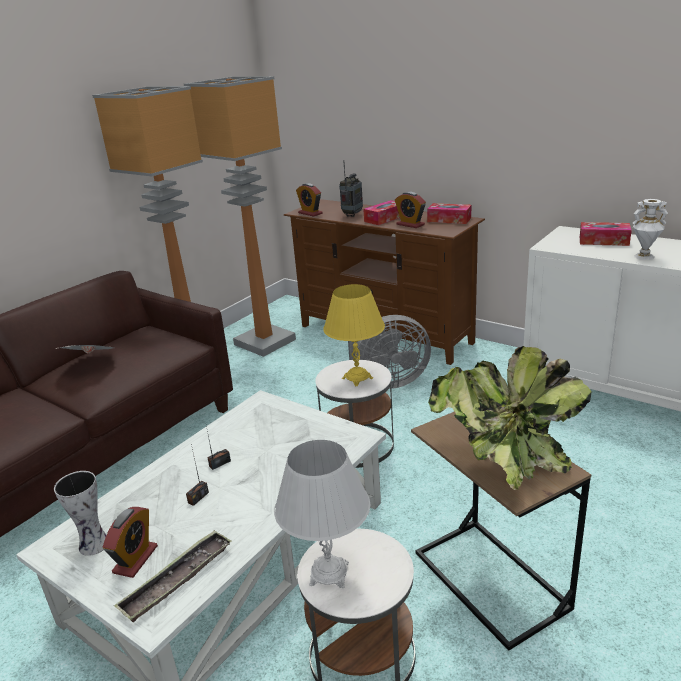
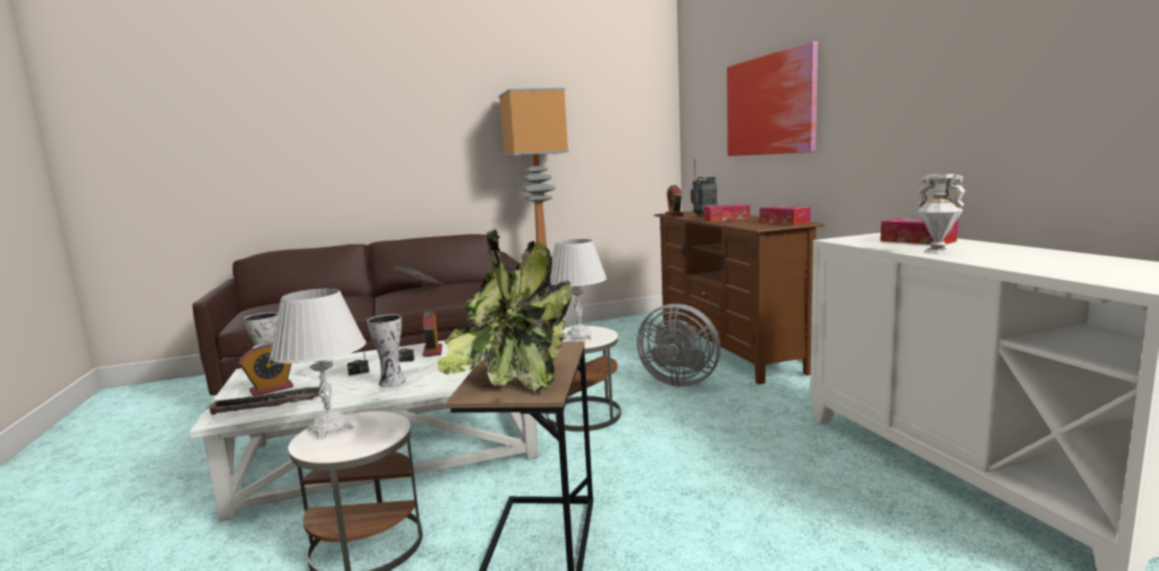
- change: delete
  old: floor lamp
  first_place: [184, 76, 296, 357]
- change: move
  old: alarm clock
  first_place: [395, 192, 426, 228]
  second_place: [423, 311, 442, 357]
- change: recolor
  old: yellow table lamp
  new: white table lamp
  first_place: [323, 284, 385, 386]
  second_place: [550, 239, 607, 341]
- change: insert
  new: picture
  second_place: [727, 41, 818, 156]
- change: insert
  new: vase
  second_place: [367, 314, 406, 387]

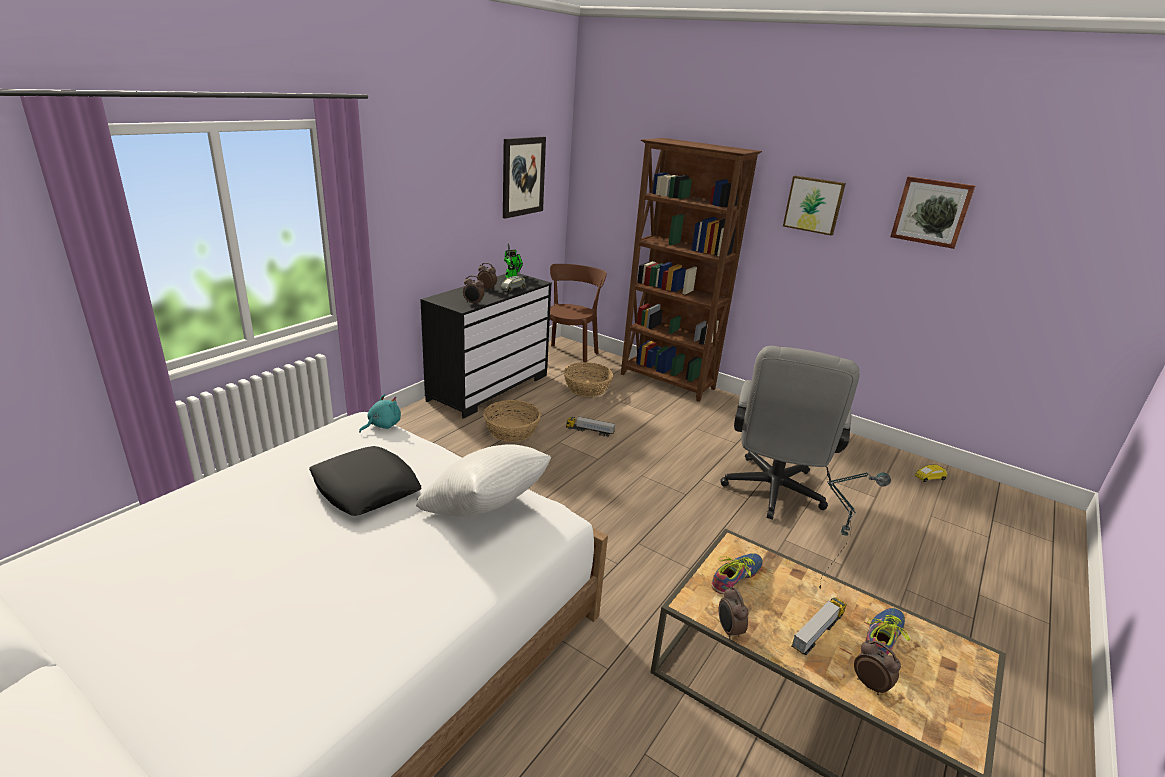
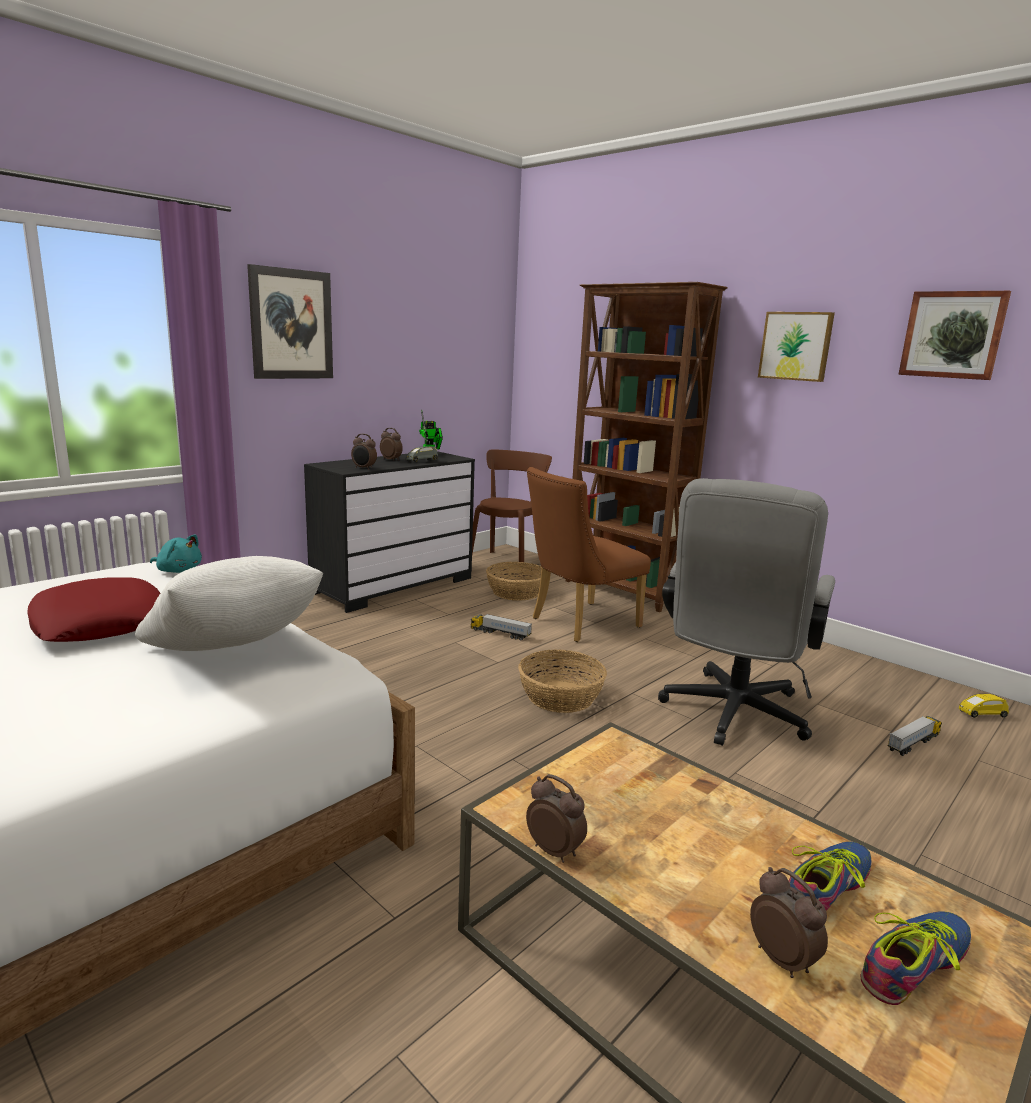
- change: move
  old: picture
  first_place: [503, 137, 546, 219]
  second_place: [247, 264, 333, 379]
- change: rotate
  old: turquoise plush toy
  first_place: [359, 394, 401, 433]
  second_place: [150, 534, 202, 573]
  degrees: 60
- change: move
  old: basket
  first_place: [483, 400, 541, 442]
  second_place: [518, 649, 607, 713]
- change: recolor
  old: black pillow
  new: red pillow
  first_place: [309, 446, 422, 516]
  second_place: [28, 577, 161, 642]
- change: delete
  old: table lamp
  first_place: [819, 472, 891, 588]
- change: move
  old: shoe
  first_place: [711, 553, 763, 594]
  second_place: [860, 911, 971, 1005]
- change: rotate
  old: alarm clock
  first_place: [719, 586, 749, 640]
  second_place: [526, 774, 587, 863]
  degrees: 135
- change: move
  old: toy truck
  first_place: [791, 597, 847, 655]
  second_place: [887, 716, 942, 756]
- change: insert
  new: brown chair
  second_place: [527, 467, 651, 642]

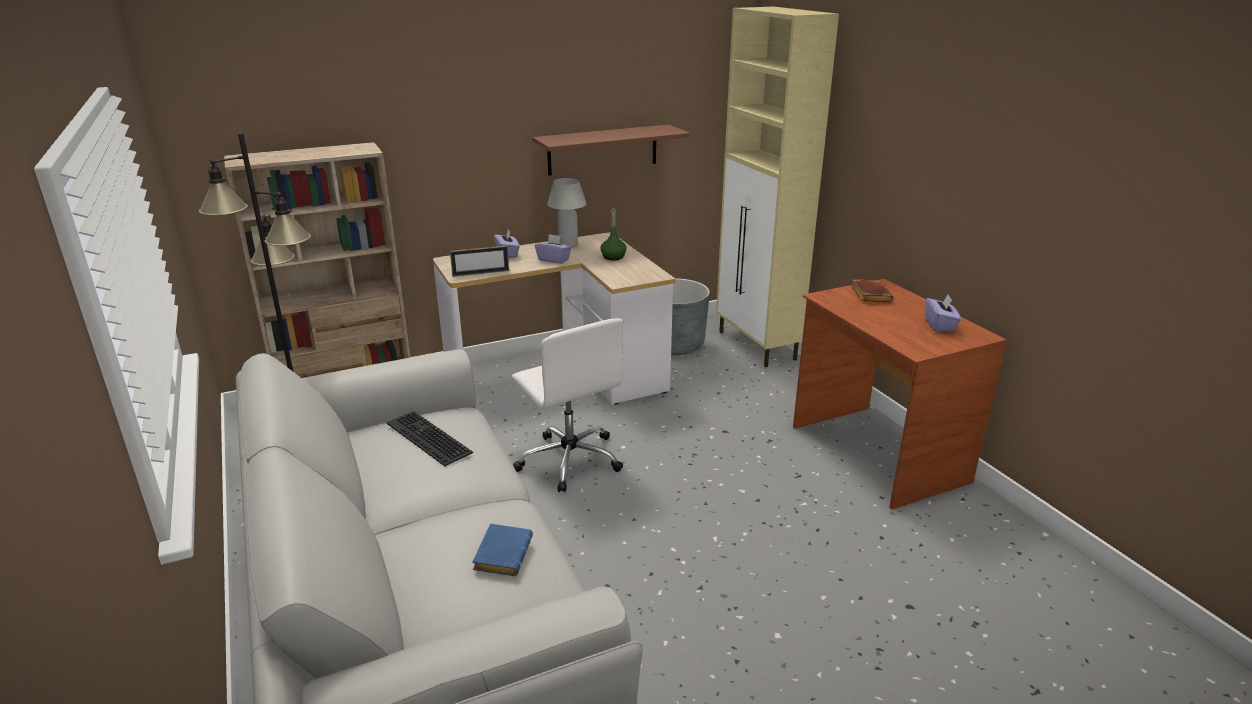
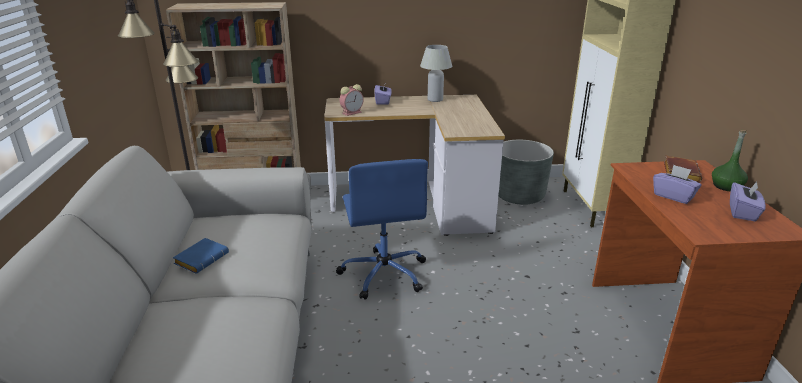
- change: delete
  old: brown shelf
  first_place: [532, 124, 690, 176]
- change: move
  old: green bottle
  first_place: [600, 208, 627, 260]
  second_place: [712, 130, 748, 192]
- change: move
  old: purple tissue box
  first_place: [535, 234, 572, 264]
  second_place: [653, 165, 702, 204]
- change: replace
  old: picture frame
  new: alarm clock
  first_place: [450, 246, 509, 277]
  second_place: [340, 84, 364, 116]
- change: recolor
  old: white office chair
  new: blue office chair
  first_place: [511, 318, 623, 492]
  second_place: [336, 159, 428, 300]
- change: delete
  old: keyboard
  first_place: [386, 411, 473, 466]
- change: move
  old: blue book
  first_place: [472, 524, 533, 576]
  second_place: [173, 238, 229, 274]

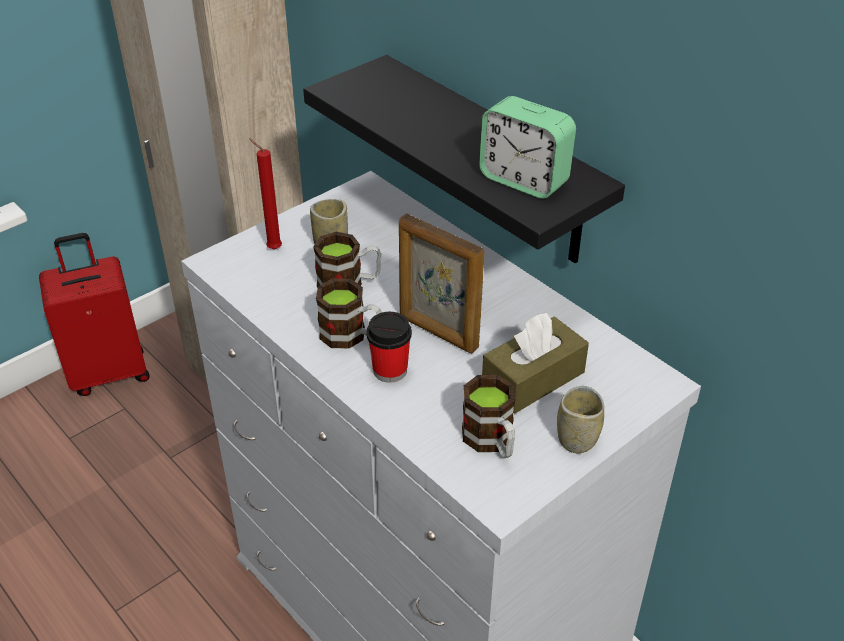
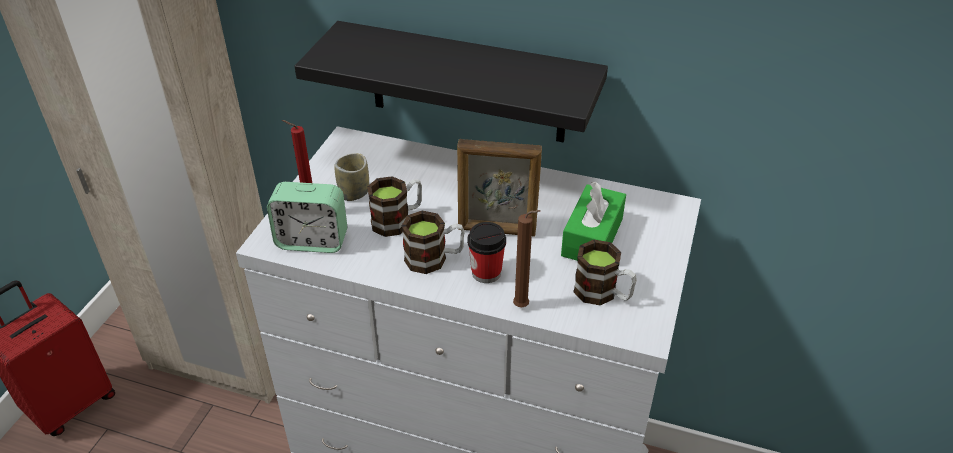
- change: move
  old: alarm clock
  first_place: [479, 96, 576, 199]
  second_place: [267, 182, 347, 253]
- change: recolor
  old: brown tissue box
  new: green tissue box
  first_place: [482, 313, 589, 413]
  second_place: [561, 181, 626, 261]
- change: delete
  old: cup
  first_place: [557, 386, 604, 453]
- change: insert
  new: brown candle
  second_place: [513, 210, 540, 307]

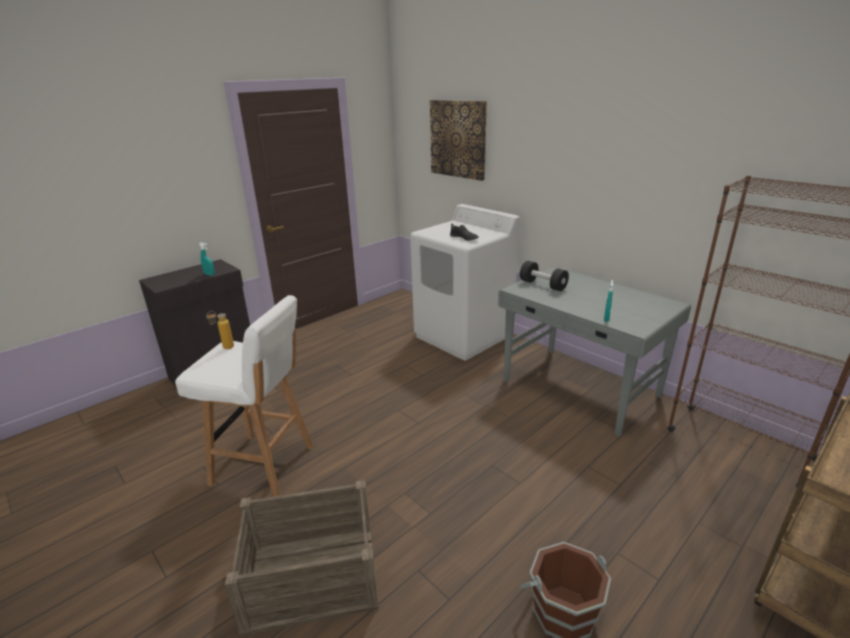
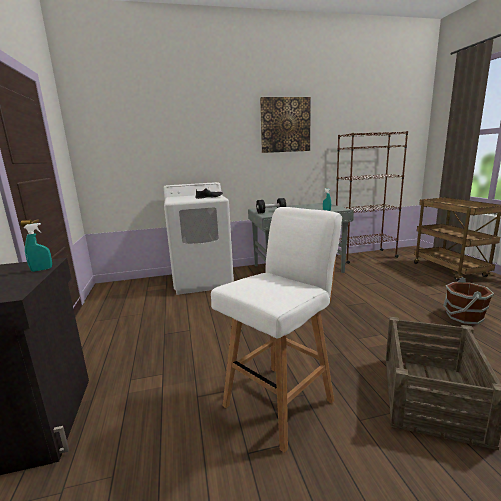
- change: move
  old: picture
  first_place: [430, 100, 487, 181]
  second_place: [260, 97, 311, 153]
- change: delete
  old: bottle
  first_place: [207, 311, 234, 349]

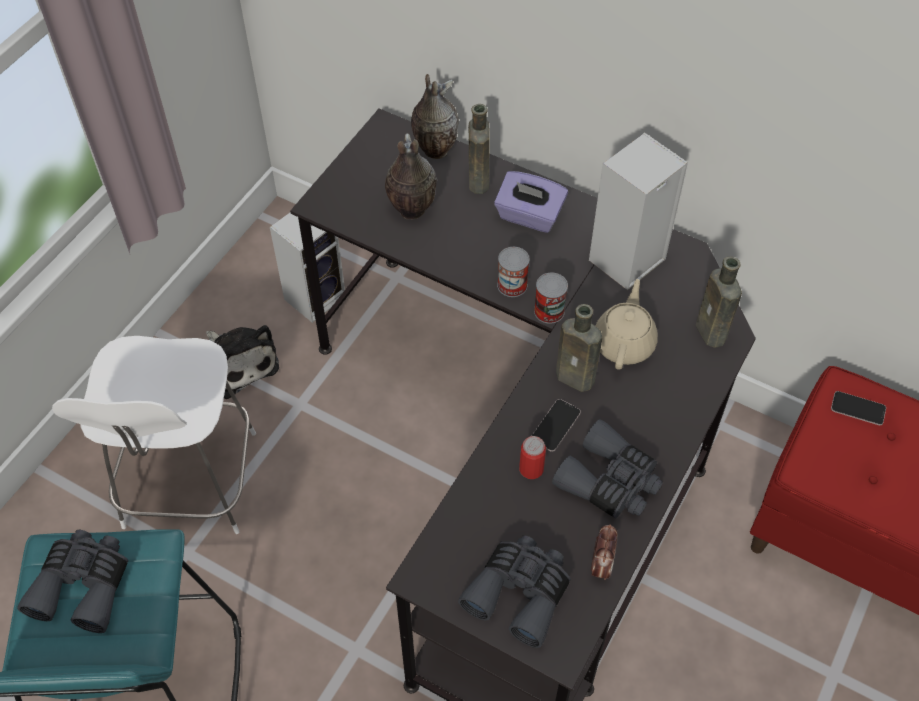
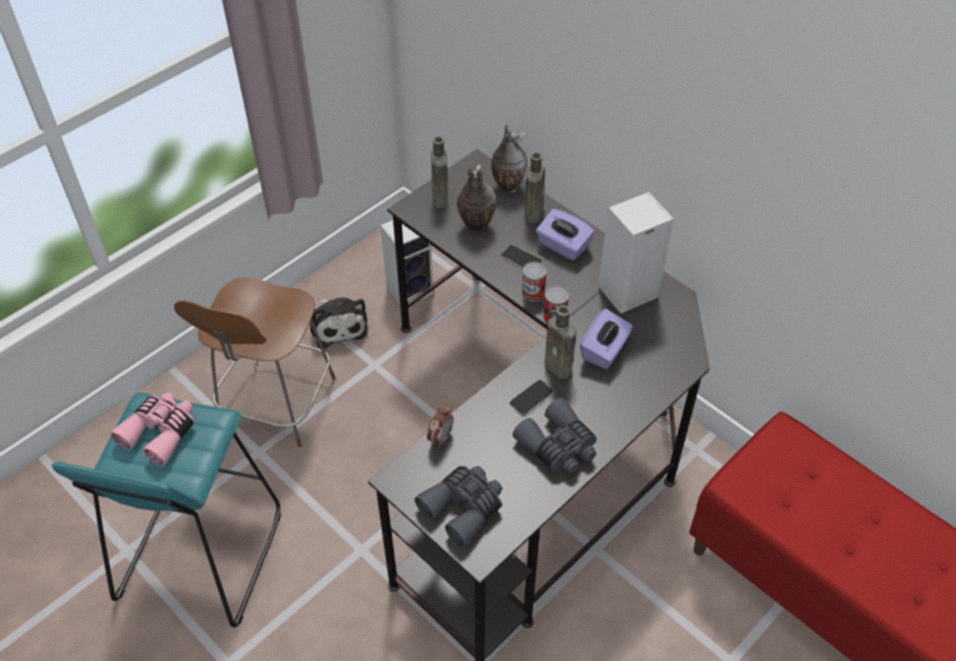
- change: move
  old: brown bottle
  first_place: [696, 256, 742, 348]
  second_place: [431, 136, 448, 208]
- change: replace
  old: beige teapot
  new: purple tissue box
  first_place: [596, 279, 658, 370]
  second_place: [580, 309, 633, 369]
- change: recolor
  old: white chair
  new: brown chair
  first_place: [52, 336, 256, 534]
  second_place: [174, 277, 336, 447]
- change: move
  old: phone
  first_place: [831, 391, 886, 425]
  second_place: [501, 244, 542, 268]
- change: delete
  old: can
  first_place: [519, 436, 546, 479]
- change: move
  old: alarm clock
  first_place: [591, 525, 618, 580]
  second_place: [427, 404, 453, 448]
- change: recolor
  old: grey binoculars
  new: pink binoculars
  first_place: [17, 530, 128, 633]
  second_place: [110, 392, 195, 466]

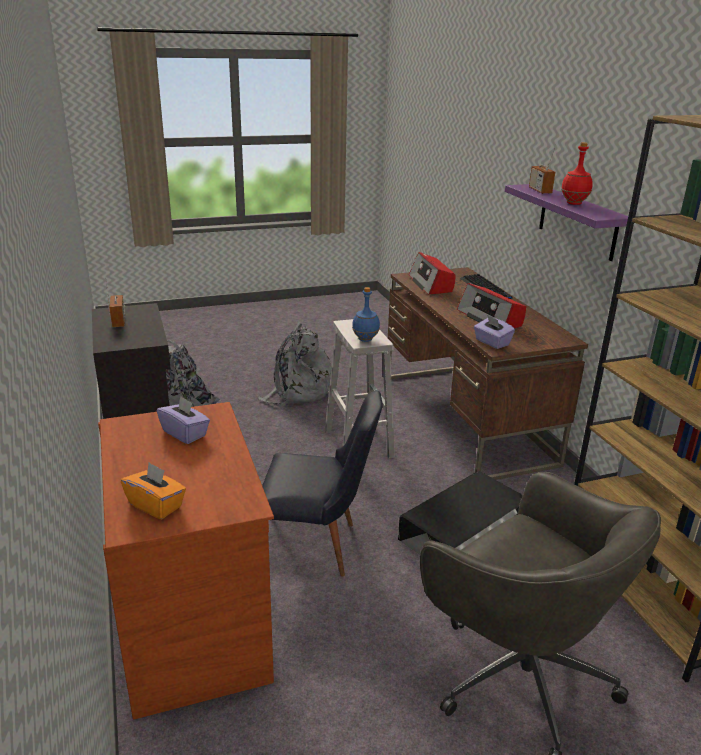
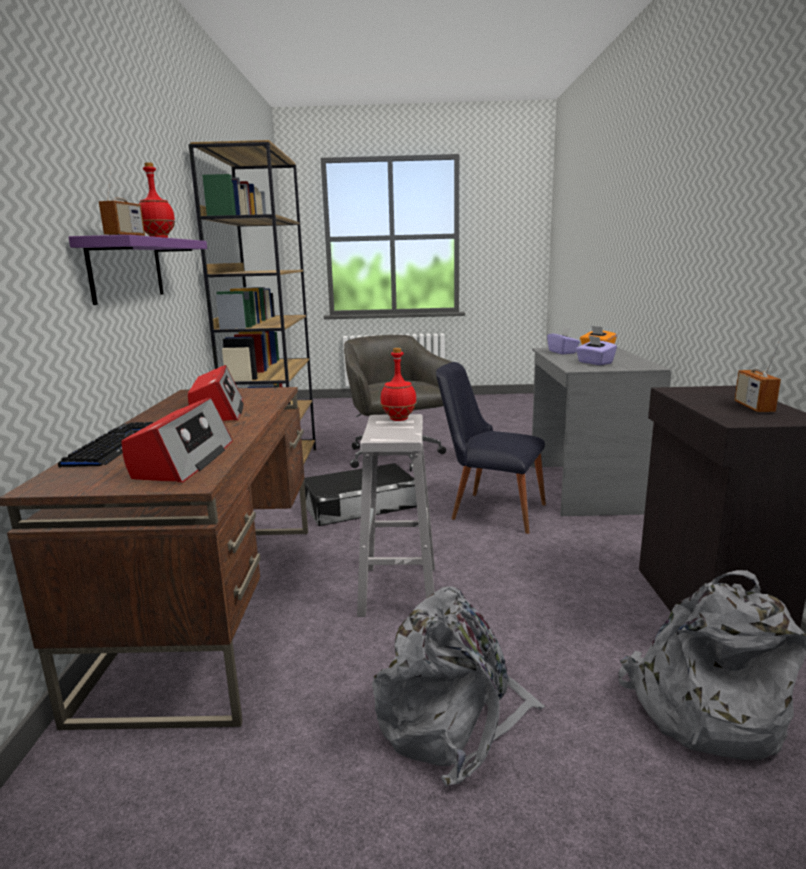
- change: recolor
  old: blue bottle
  new: red bottle
  first_place: [352, 287, 380, 342]
  second_place: [380, 348, 417, 421]
- change: move
  old: purple tissue box
  first_place: [474, 315, 515, 349]
  second_place: [547, 328, 580, 354]
- change: recolor
  old: brown desk
  new: grey desk
  first_place: [98, 402, 274, 720]
  second_place: [531, 347, 672, 516]

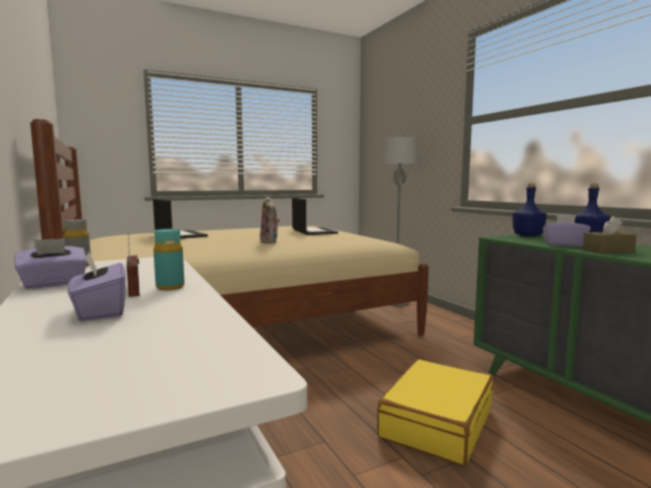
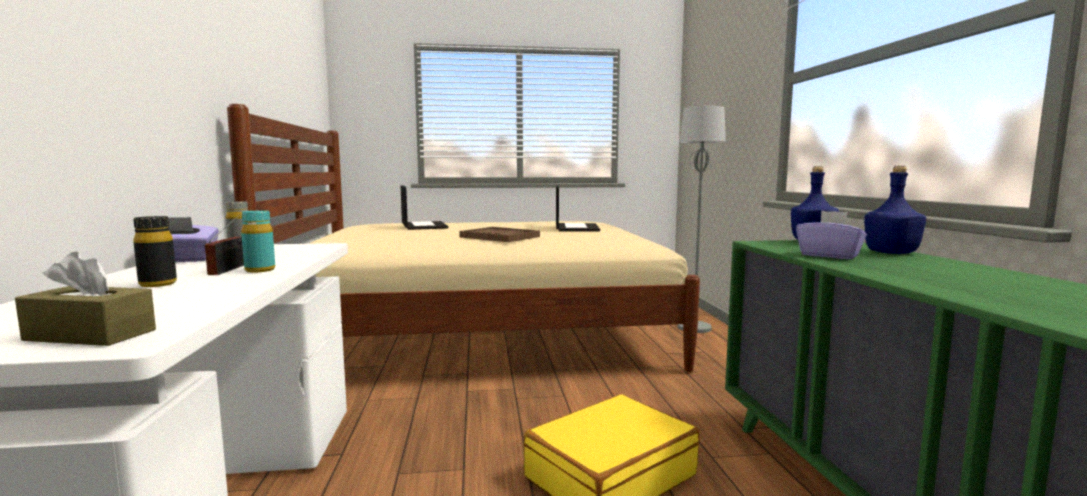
- change: replace
  old: plush toy
  new: brown tray
  first_place: [260, 196, 280, 244]
  second_place: [459, 227, 540, 242]
- change: move
  old: brown tissue box
  first_place: [583, 216, 637, 253]
  second_place: [15, 251, 156, 346]
- change: replace
  old: purple tissue box
  new: black bottle
  first_place: [67, 252, 126, 322]
  second_place: [133, 216, 177, 287]

